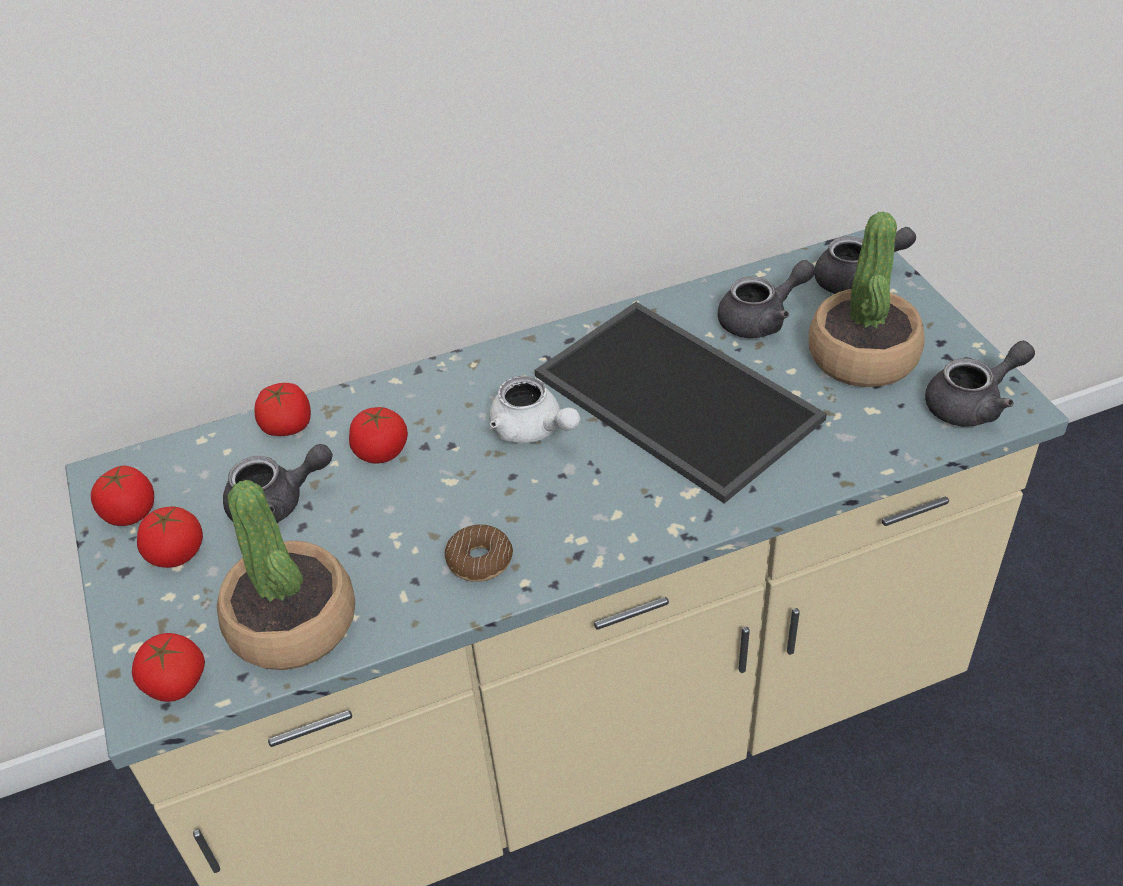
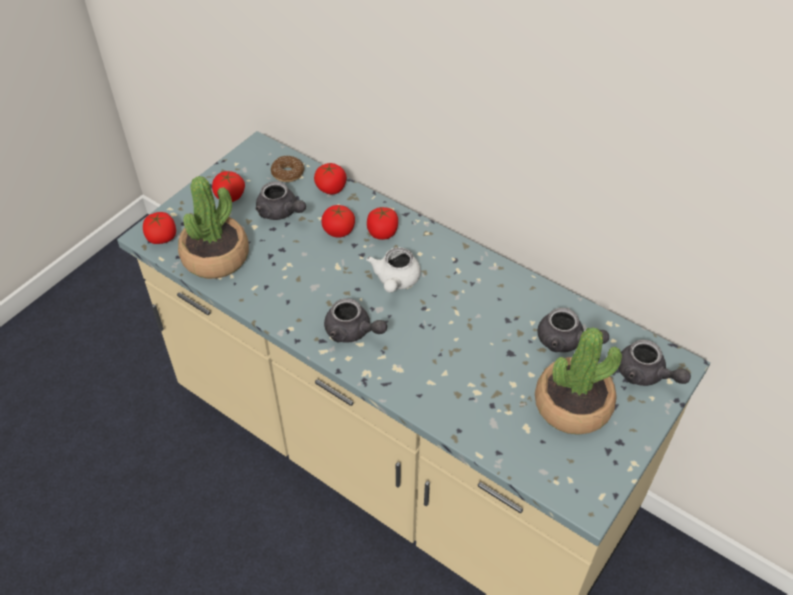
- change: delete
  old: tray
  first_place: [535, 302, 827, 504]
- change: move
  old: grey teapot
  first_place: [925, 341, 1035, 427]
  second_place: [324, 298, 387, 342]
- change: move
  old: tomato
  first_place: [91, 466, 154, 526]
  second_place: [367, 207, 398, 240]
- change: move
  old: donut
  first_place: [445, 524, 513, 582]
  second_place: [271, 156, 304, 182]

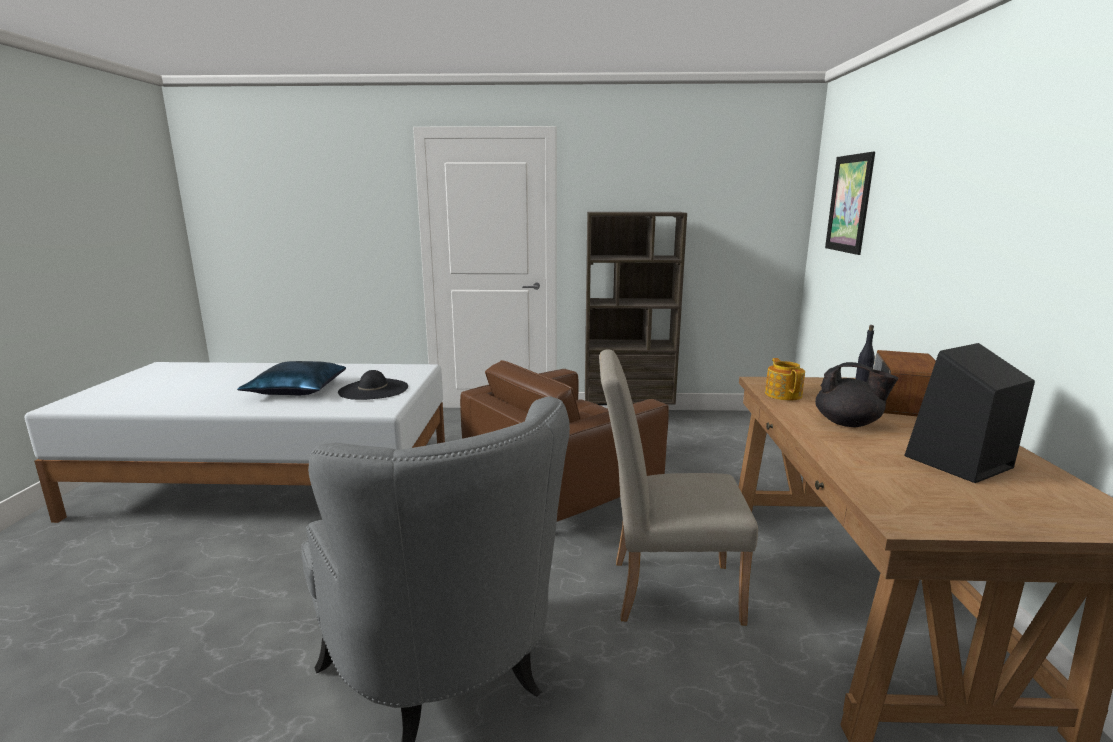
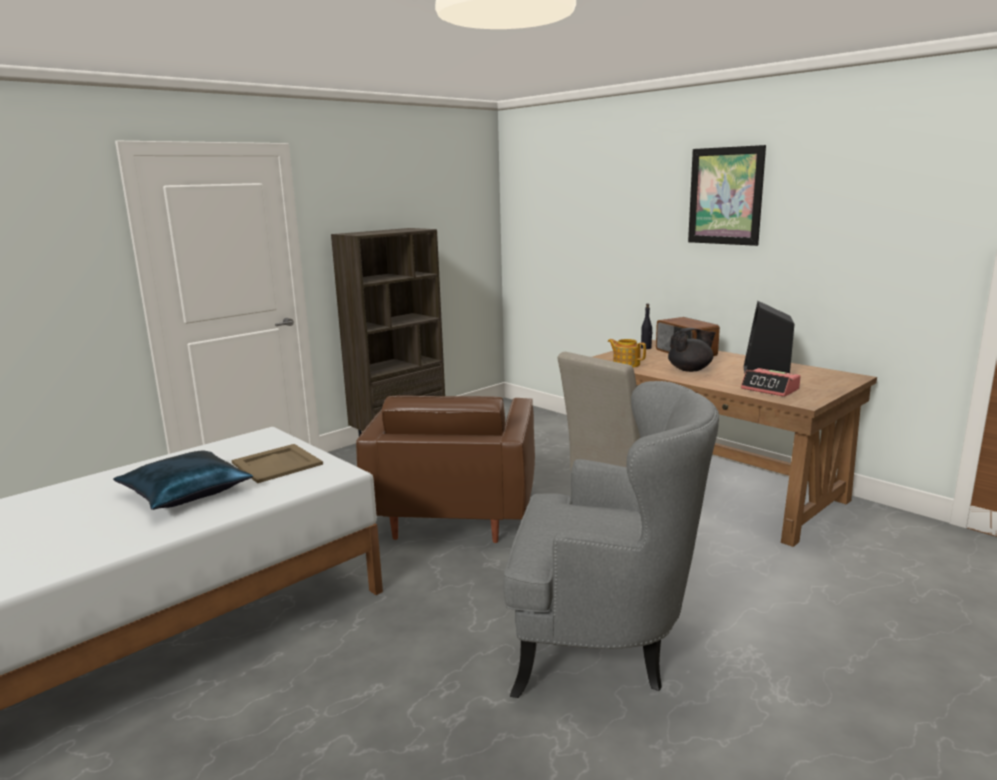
- change: move
  old: picture
  first_place: [825, 152, 875, 255]
  second_place: [688, 145, 766, 246]
- change: replace
  old: black hat
  new: beige tray
  first_place: [338, 370, 408, 400]
  second_place: [232, 444, 323, 483]
- change: insert
  new: alarm clock
  second_place: [741, 368, 801, 397]

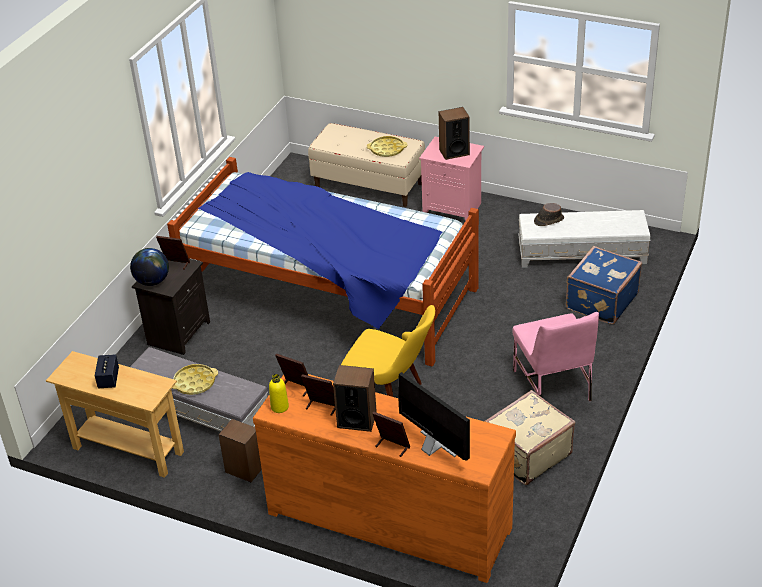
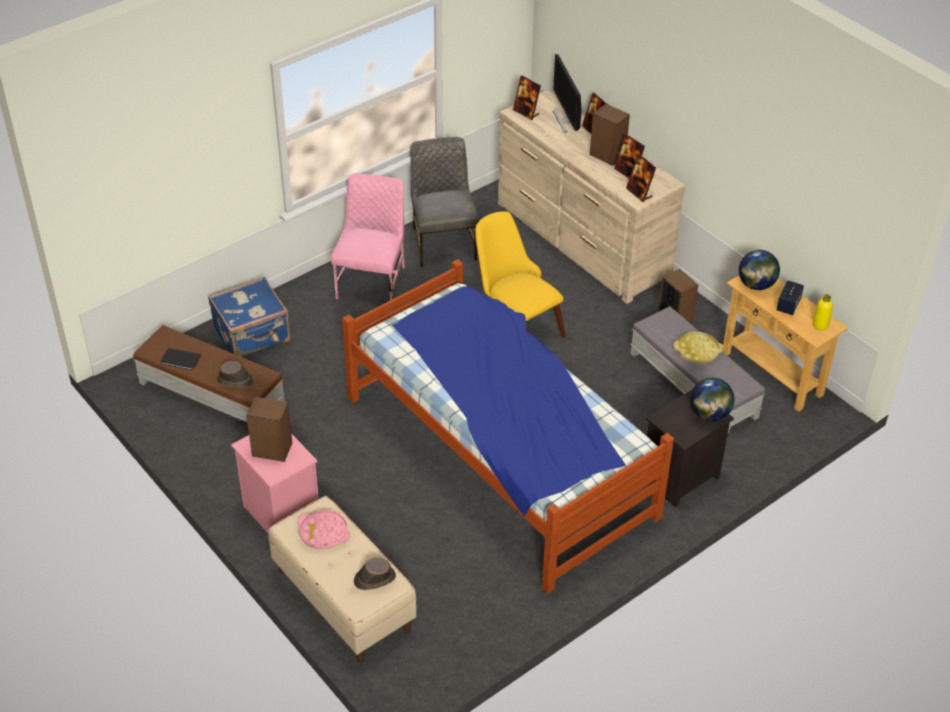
- change: recolor
  old: yellow tray
  new: pink tray
  first_place: [367, 136, 407, 157]
  second_place: [297, 509, 350, 550]
- change: recolor
  old: white ottoman
  new: brown ottoman
  first_place: [518, 210, 650, 268]
  second_place: [133, 325, 285, 422]
- change: move
  old: picture frame
  first_place: [156, 236, 190, 270]
  second_place: [513, 75, 541, 120]
- change: recolor
  old: orange dresser
  new: beige dresser
  first_place: [253, 374, 516, 583]
  second_place: [498, 90, 686, 304]
- change: move
  old: yellow bottle
  first_place: [269, 374, 289, 413]
  second_place: [812, 294, 833, 330]
- change: replace
  old: beige suitcase
  new: grey chair
  first_place: [484, 390, 575, 485]
  second_place: [410, 137, 479, 267]
- change: insert
  new: globe
  second_place: [739, 250, 780, 290]
- change: insert
  new: black book
  second_place: [160, 348, 201, 370]
- change: insert
  new: brown hat
  second_place: [354, 558, 396, 590]

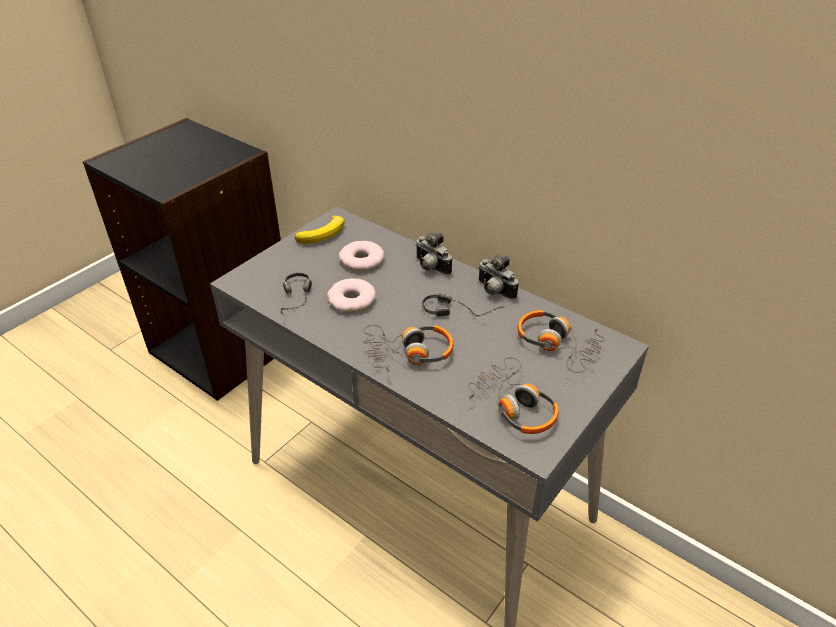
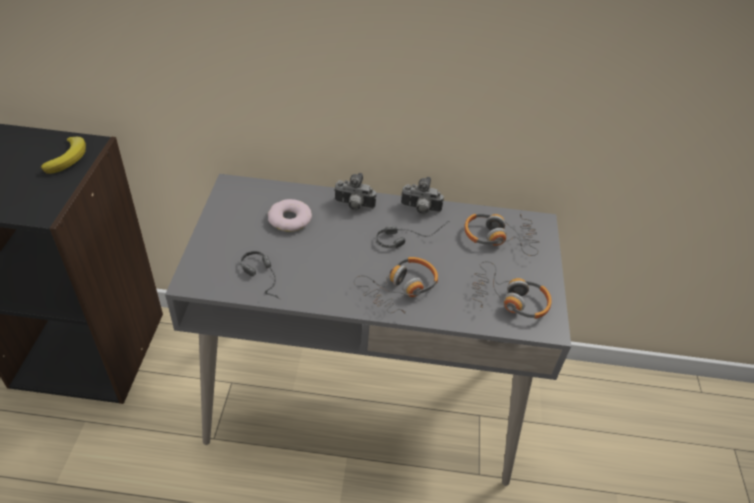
- change: move
  old: banana
  first_place: [295, 216, 345, 244]
  second_place: [41, 137, 86, 174]
- change: delete
  old: donut
  first_place: [327, 278, 376, 312]

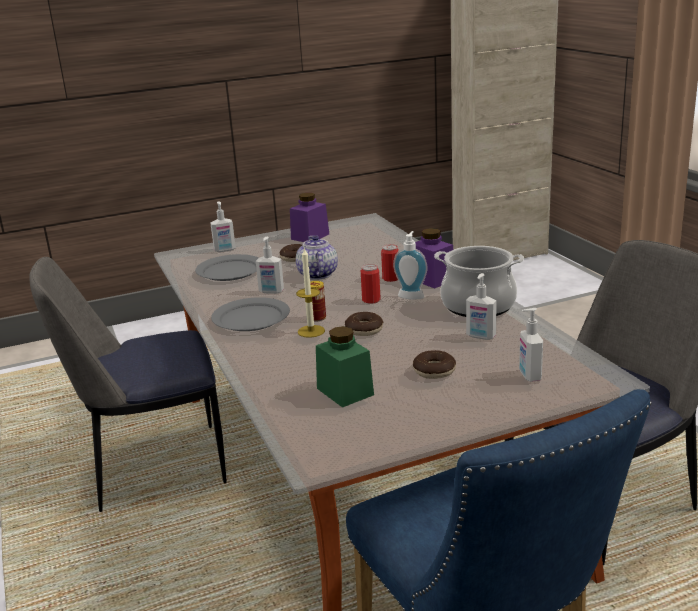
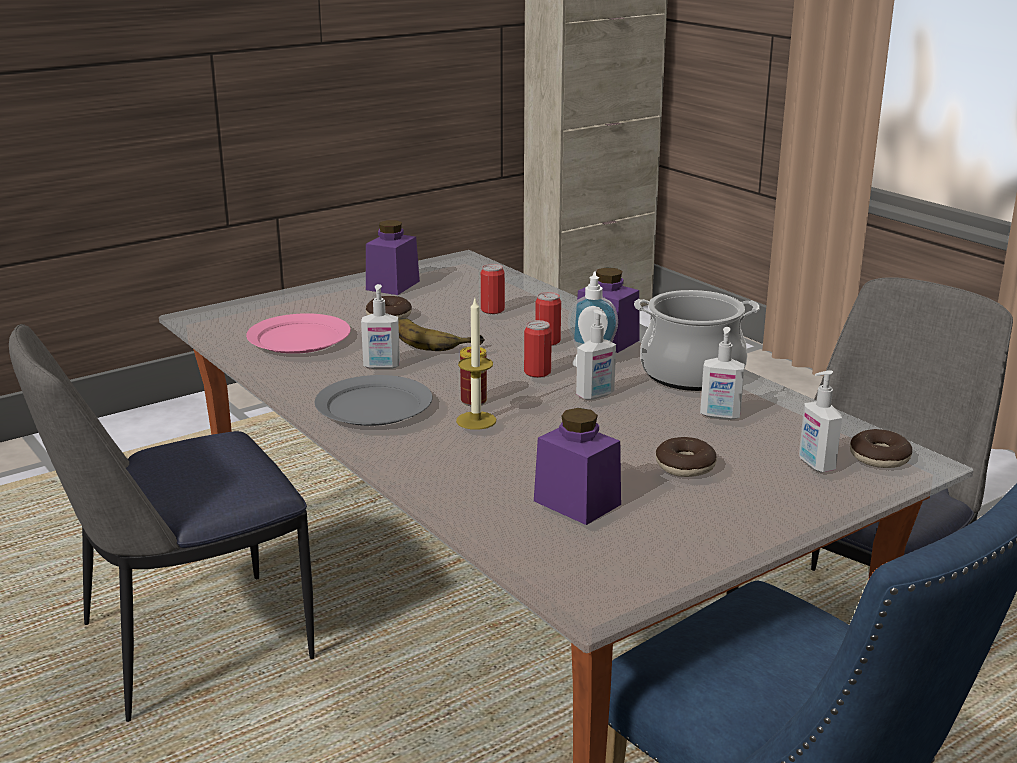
- change: move
  old: soap dispenser
  first_place: [210, 201, 236, 252]
  second_place: [576, 309, 616, 400]
- change: replace
  old: teapot
  new: banana
  first_place: [296, 235, 338, 280]
  second_place: [398, 318, 485, 351]
- change: recolor
  old: grey plate
  new: pink plate
  first_place: [195, 254, 258, 281]
  second_place: [246, 313, 351, 354]
- change: move
  old: donut
  first_place: [345, 312, 383, 336]
  second_place: [850, 429, 912, 468]
- change: recolor
  old: green jar
  new: purple jar
  first_place: [316, 326, 374, 407]
  second_place: [534, 408, 621, 525]
- change: insert
  new: can
  second_place: [481, 264, 505, 314]

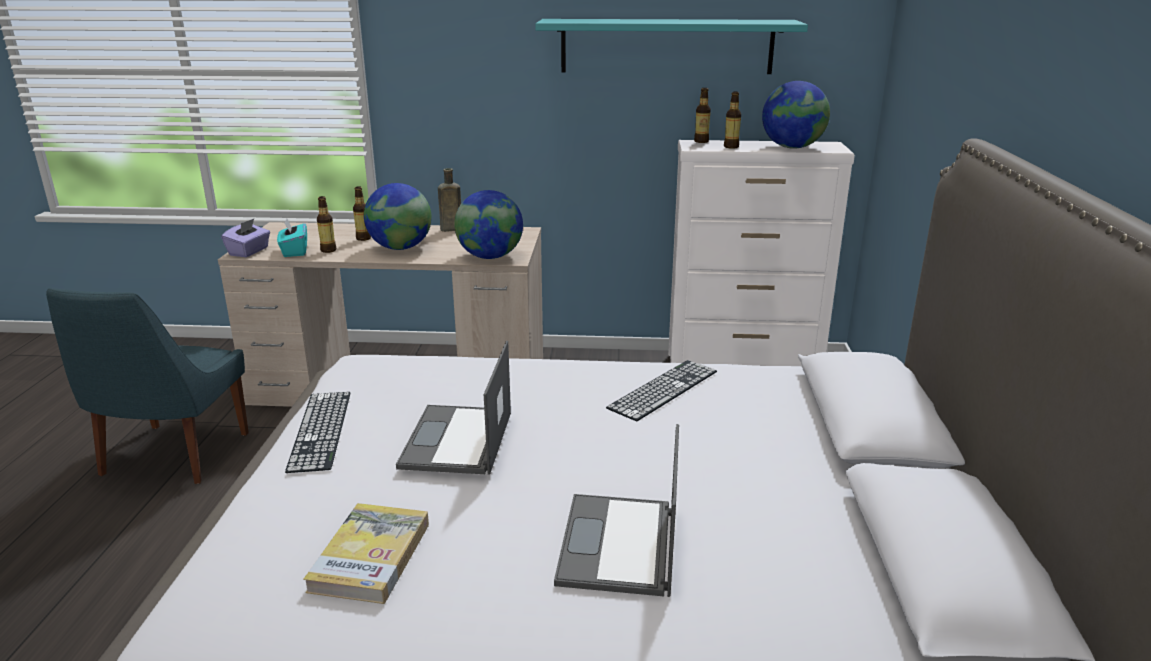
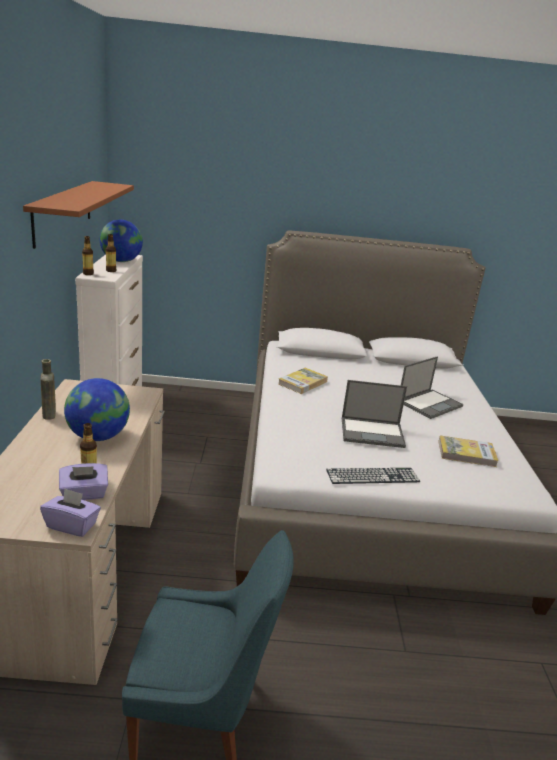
- change: recolor
  old: turquoise shelf
  new: brown shelf
  first_place: [535, 19, 808, 74]
  second_place: [23, 181, 134, 249]
- change: delete
  old: bottle
  first_place: [353, 186, 371, 241]
- change: delete
  old: globe
  first_place: [454, 190, 523, 259]
- change: recolor
  old: turquoise tissue box
  new: purple tissue box
  first_place: [277, 219, 307, 257]
  second_place: [59, 463, 108, 500]
- change: replace
  old: keyboard
  new: book
  first_place: [606, 360, 717, 421]
  second_place: [278, 368, 328, 394]
- change: rotate
  old: laptop
  first_place: [554, 424, 679, 597]
  second_place: [401, 356, 463, 419]
  degrees: -45

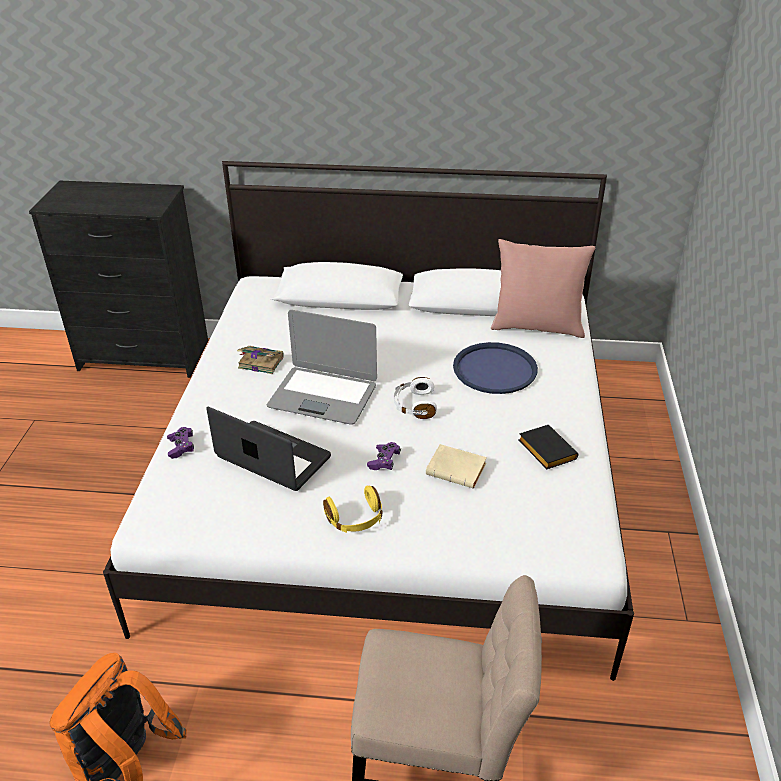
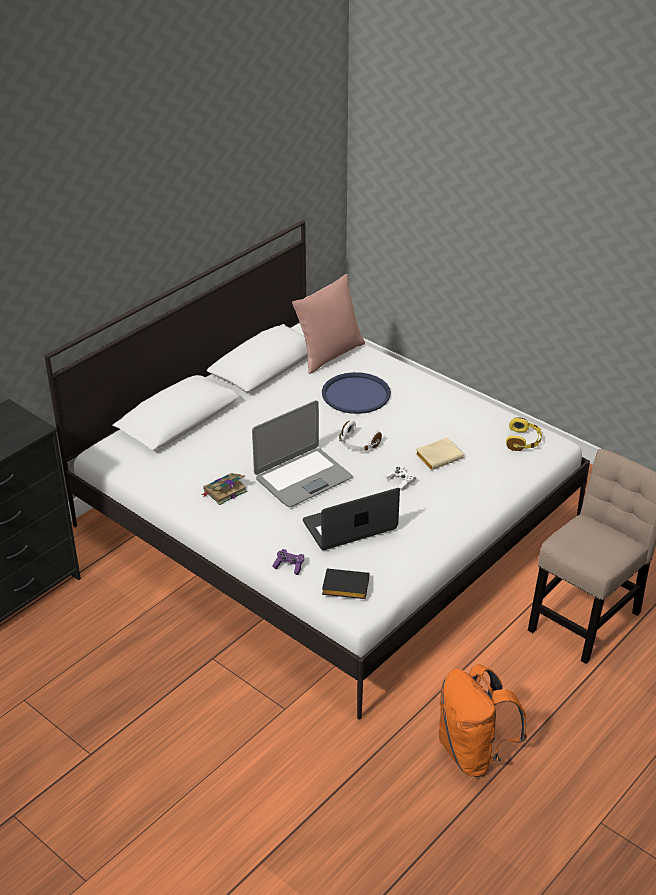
- change: move
  old: black book
  first_place: [518, 425, 578, 469]
  second_place: [322, 569, 369, 599]
- change: recolor
  old: purple game controller
  new: white game controller
  first_place: [367, 442, 401, 470]
  second_place: [385, 465, 416, 491]
- change: move
  old: yellow headphones
  first_place: [323, 486, 382, 533]
  second_place: [506, 417, 542, 451]

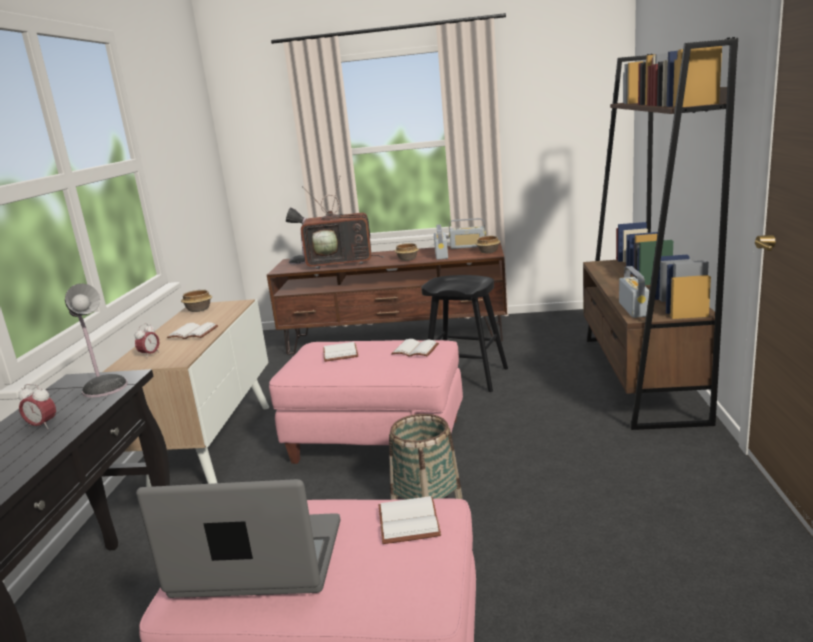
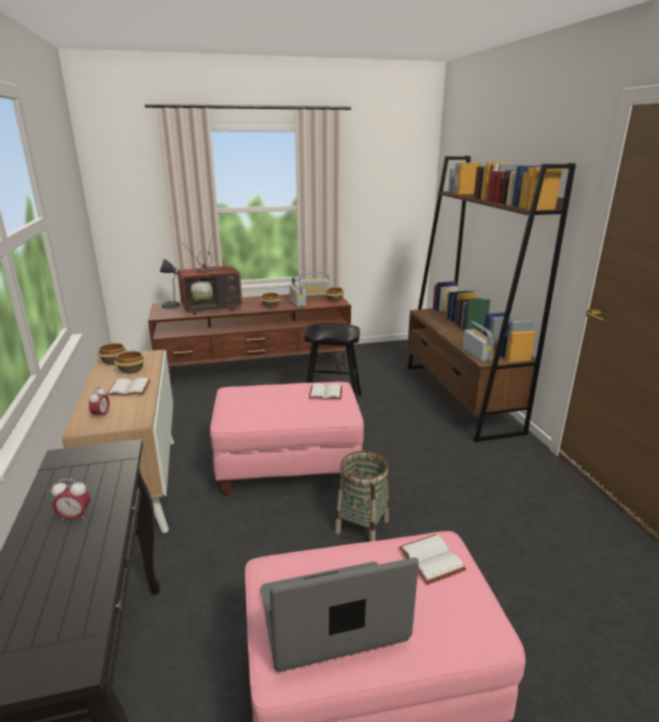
- change: delete
  old: table lamp
  first_place: [65, 283, 128, 398]
- change: delete
  old: white book
  first_place: [323, 342, 358, 362]
- change: insert
  new: bowl
  second_place: [114, 351, 145, 374]

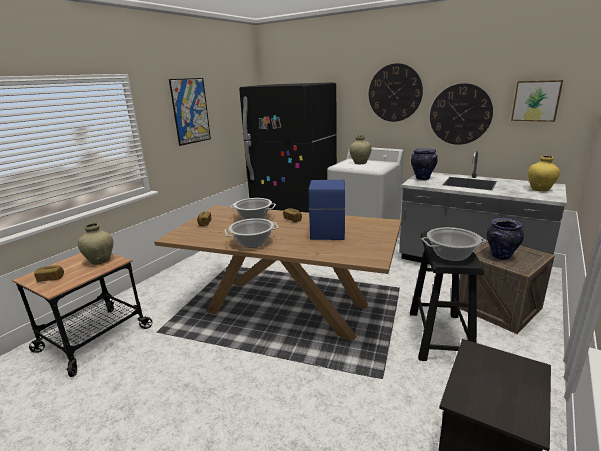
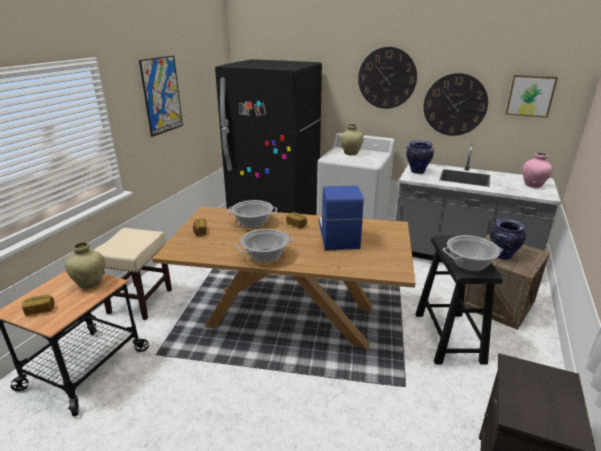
- change: recolor
  old: yellow vase
  new: pink vase
  first_place: [528, 156, 560, 191]
  second_place: [522, 153, 553, 188]
- change: insert
  new: beige stool
  second_place: [94, 228, 172, 320]

